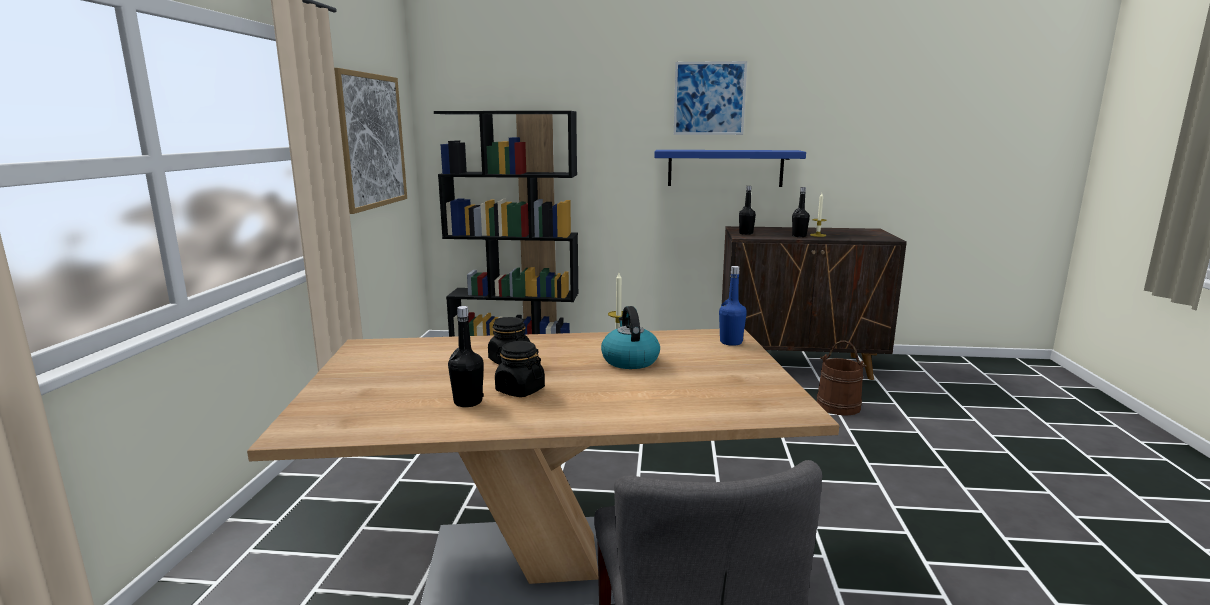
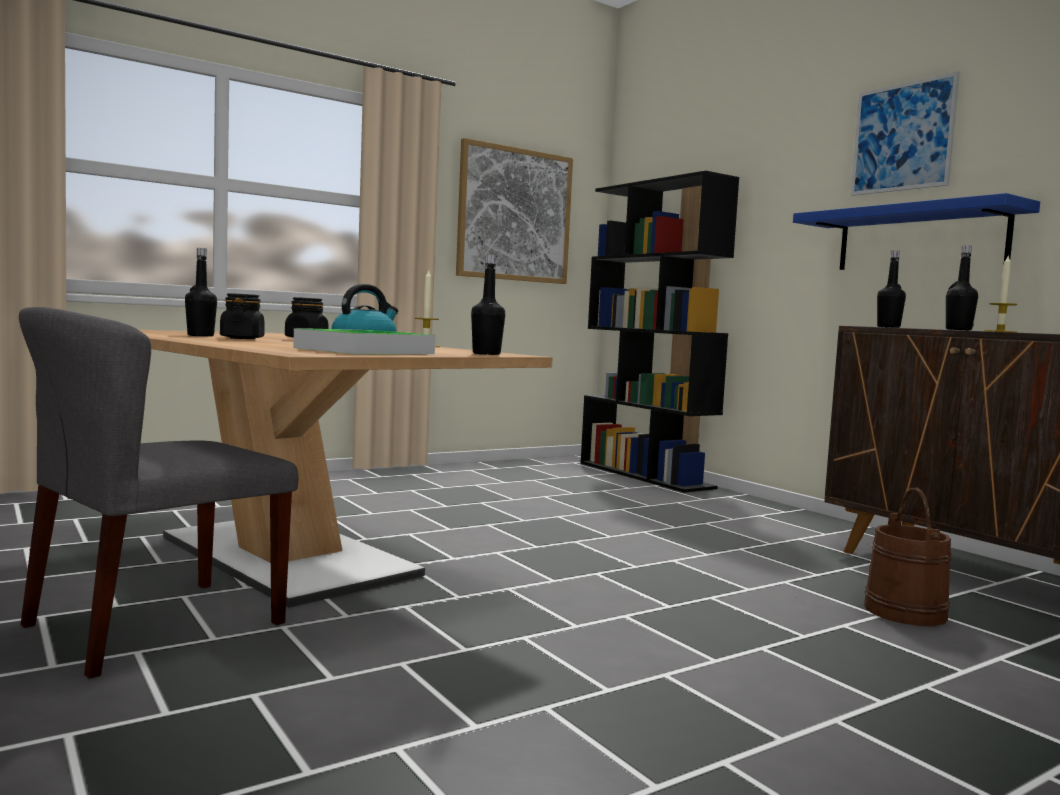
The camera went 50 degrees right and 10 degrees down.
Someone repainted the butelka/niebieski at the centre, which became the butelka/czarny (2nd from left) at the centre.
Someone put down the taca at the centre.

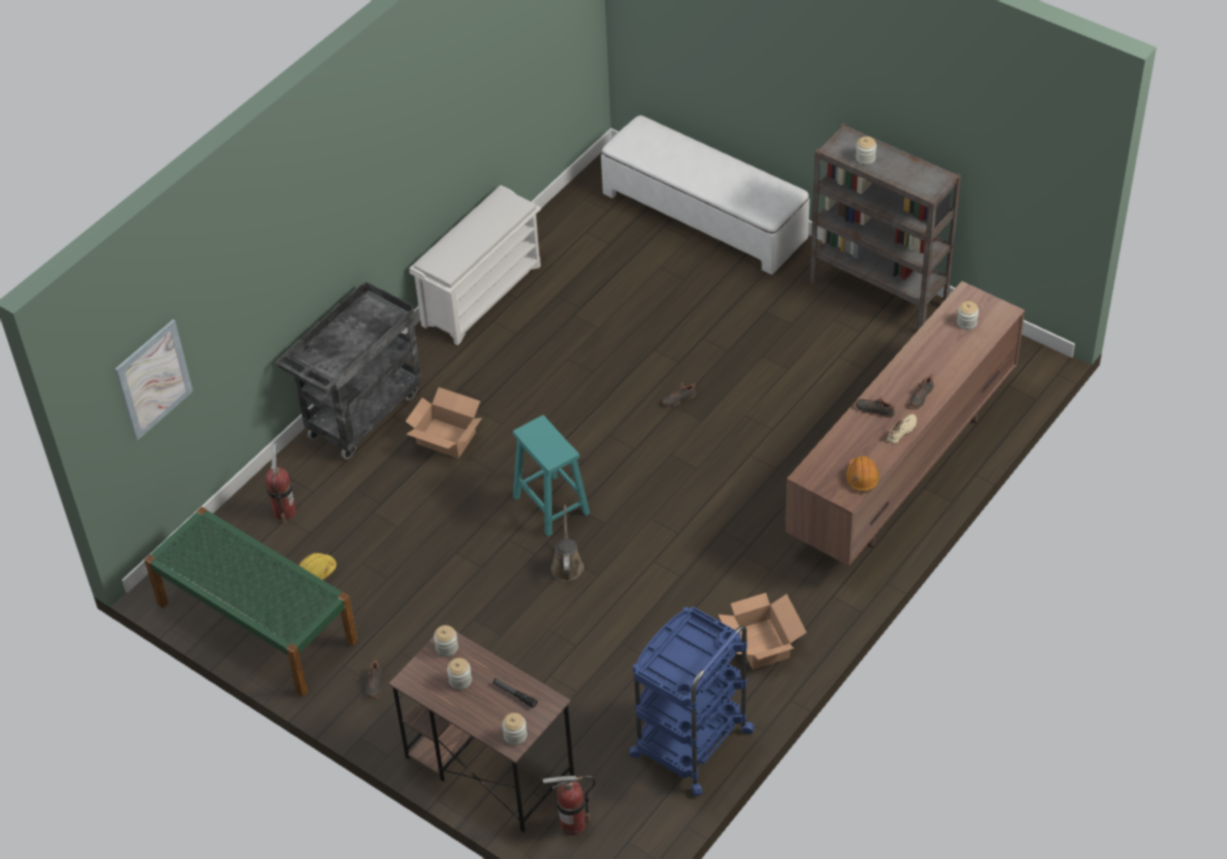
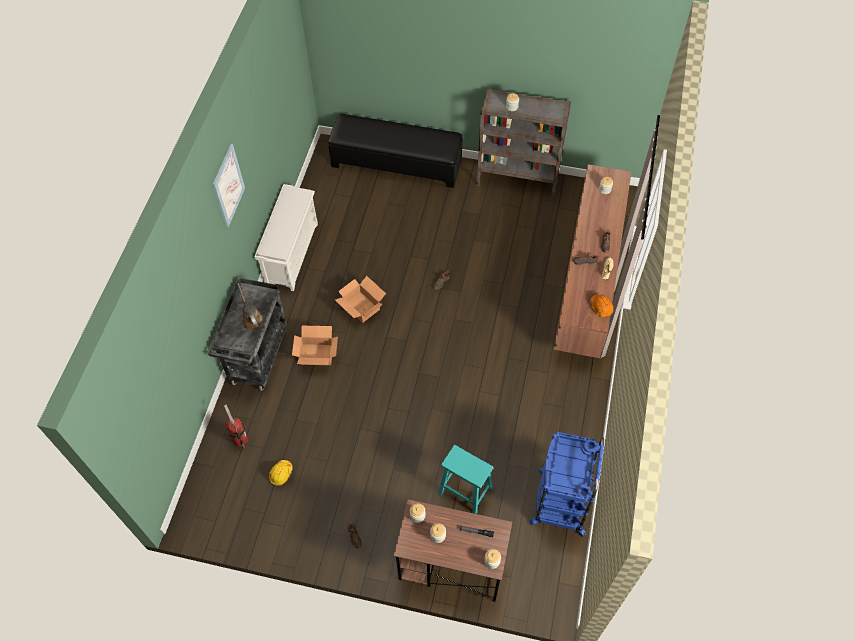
The camera went 25 degrees left and 10 degrees up.
Someone carried the obraz from the middle left to the top left.
Someone took away the ławka/zielony at the bottom left.
Someone carried the stołek/turkusowy from the centre to the bottom centre.
Someone took away the gaśnica (2nd from left) at the bottom centre.
Someone carried the konewka/brązowy from the centre to the middle left.
Someone repainted the ławka/biały at the top centre, which became the ławka/czarny at the top centre.
Someone carried the karton (2nd from left) from the bottom centre to the centre.

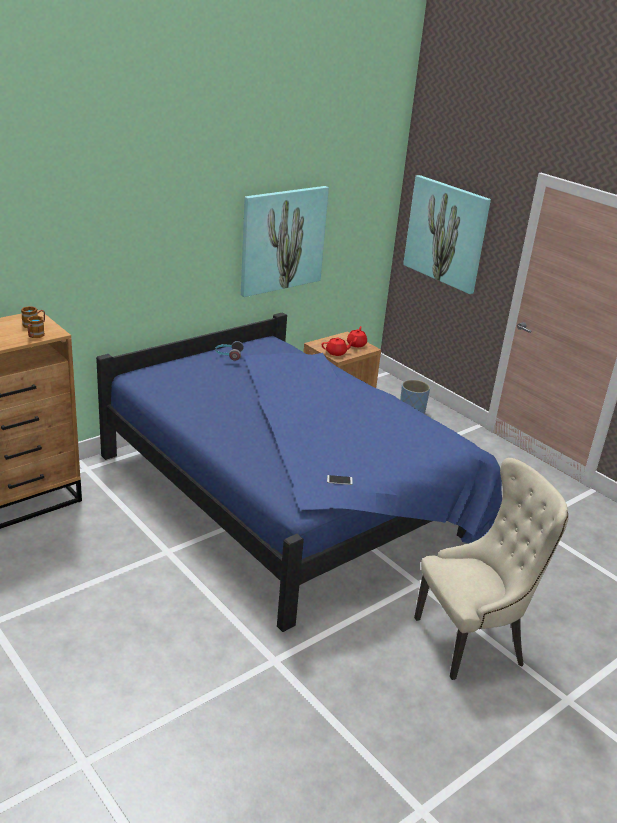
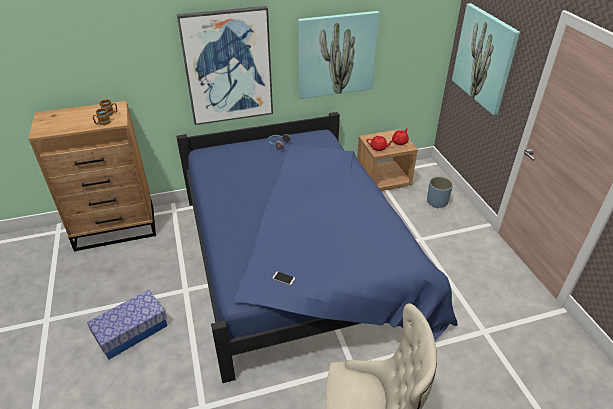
The camera went 25 degrees right and 10 degrees up.
Someone put down the pojemnik do przechowywania at the bottom left.
Someone put up the obraz (1st from left) at the top centre.

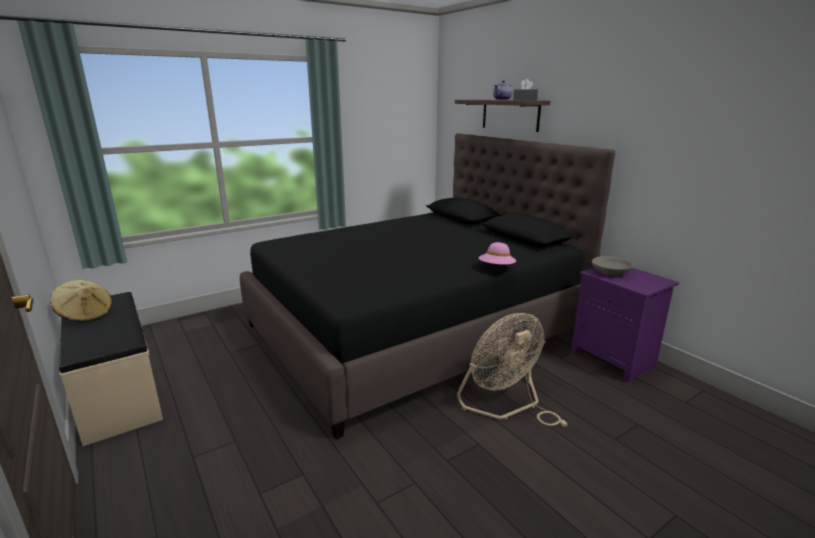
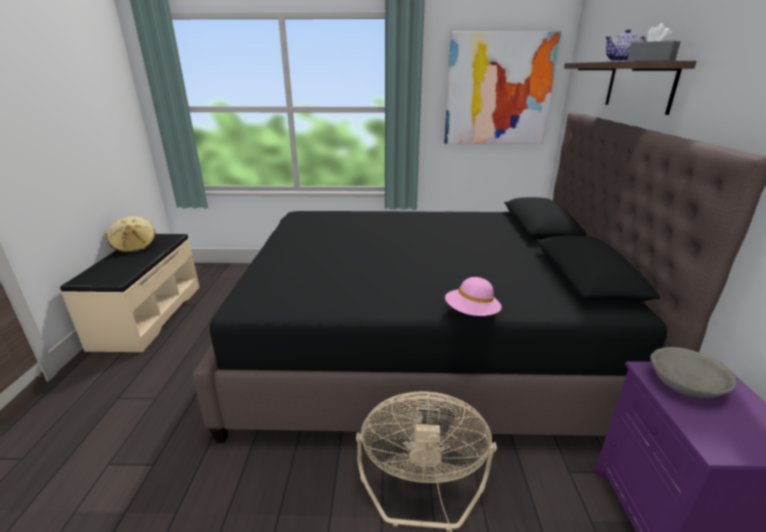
The camera went 35 degrees right and 5 degrees up.
Someone put up the obraz at the top centre.

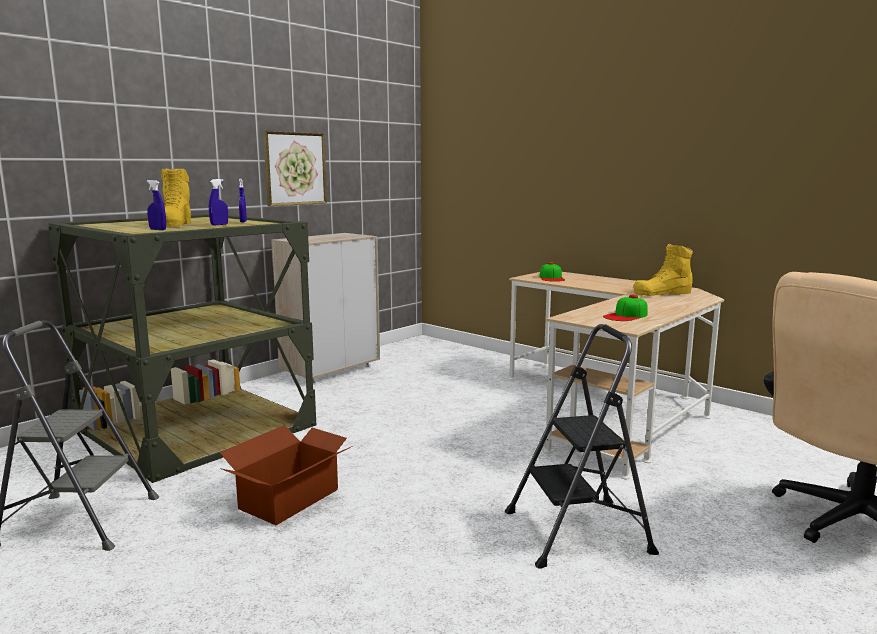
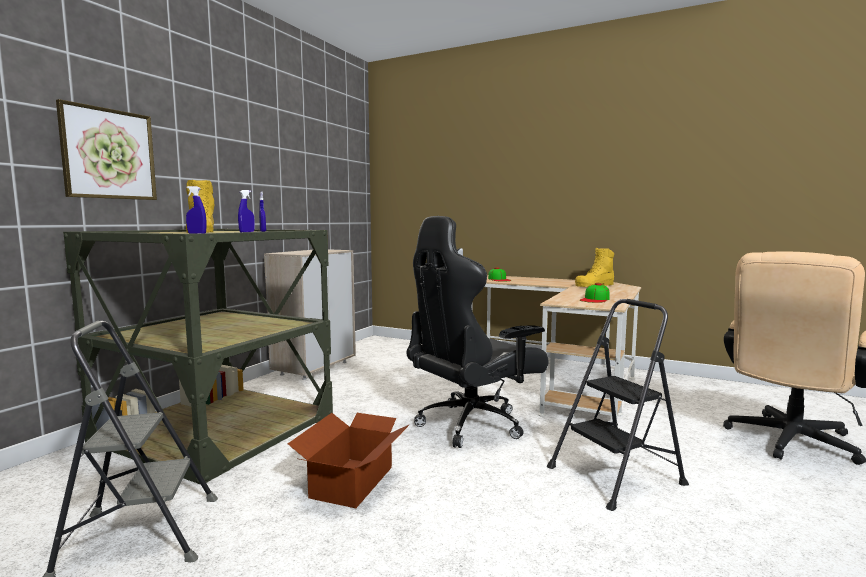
The camera went 15 degrees left and 5 degrees down.
Someone carried the obraz from the top centre to the top left.
Someone put down the krzesło biurowe/czarny at the centre.

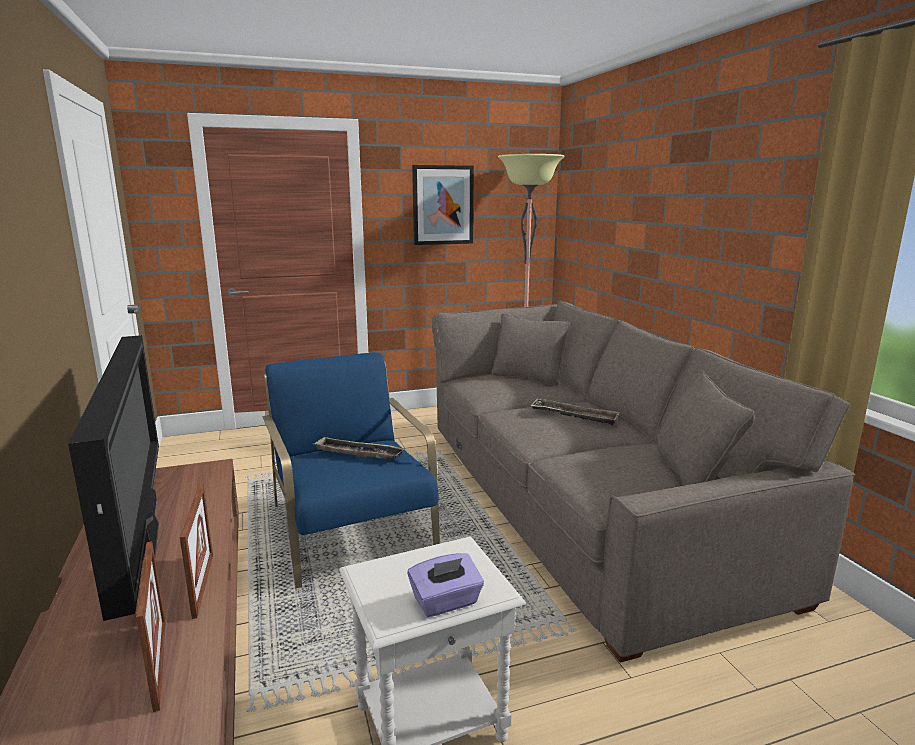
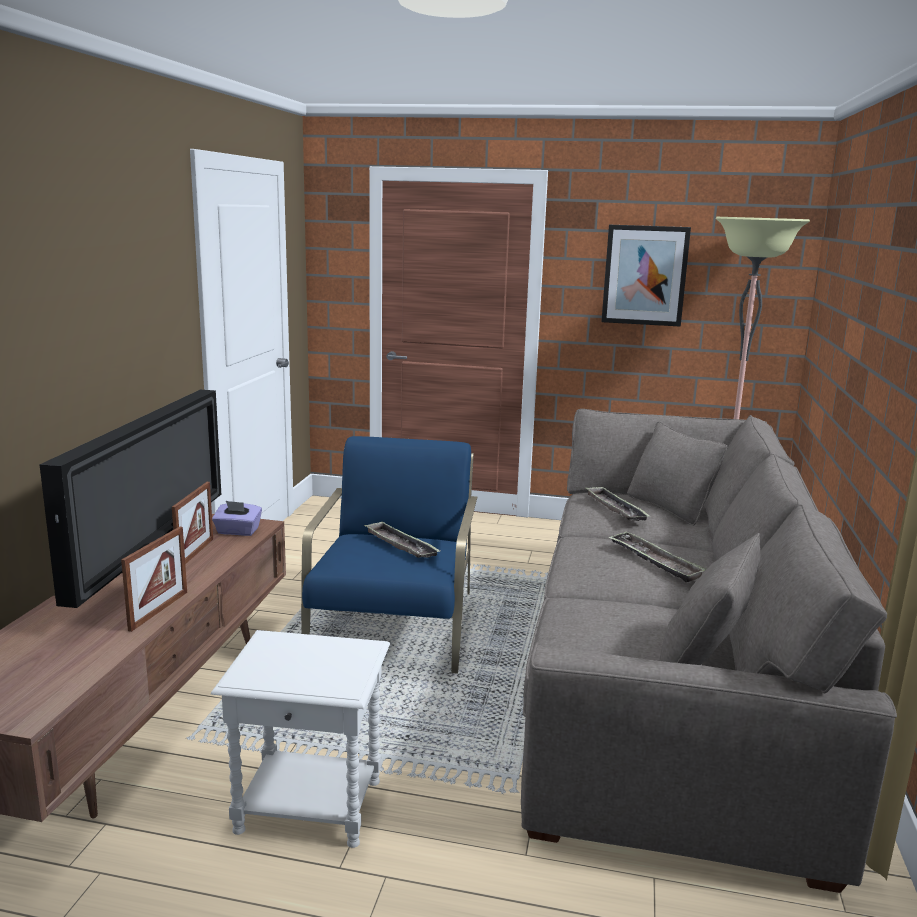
The camera went 30 degrees right and 0 degrees up.
Someone carried the ramka na zdjęcie (1st from left in the first image) from the bottom left to the middle left.
Someone carried the pudełko chusteczek/fioletowy from the bottom centre to the middle left.
Someone put down the taca (2nd from left) at the middle right.

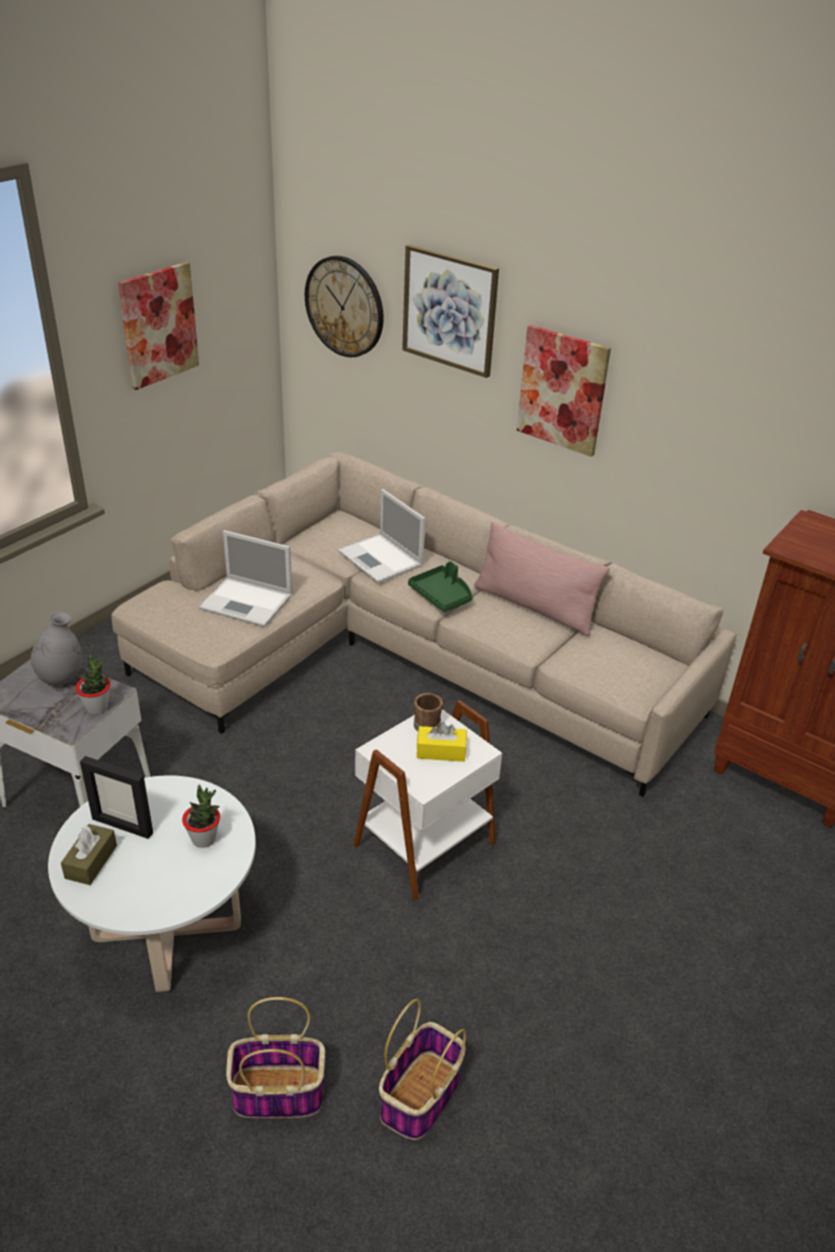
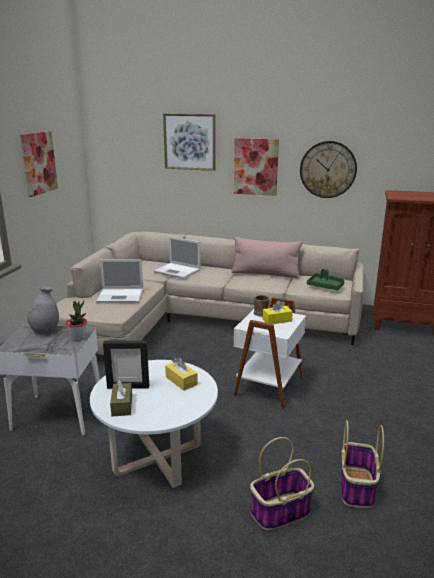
The camera went 20 degrees left and 15 degrees down.
Someone swapped the roślina doniczkowa (2nd from left) at the middle left for the pudełko chusteczek/żółty (1st from left) at the centre.
Someone carried the zegar ścienny from the top centre to the top right.
Someone carried the taca/zielony from the centre to the middle right.

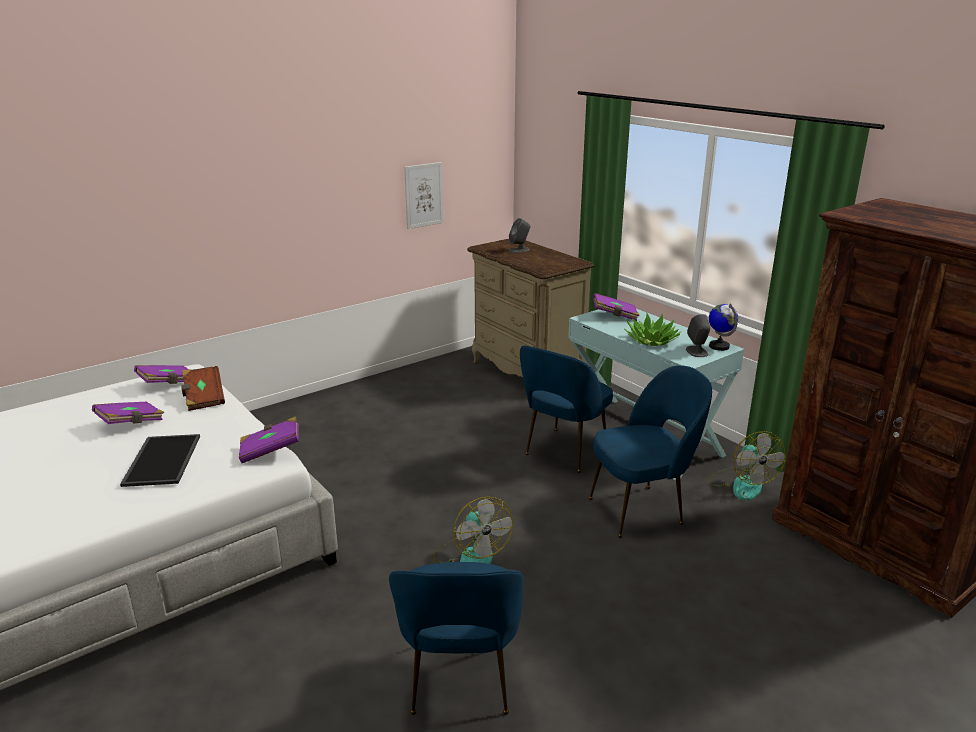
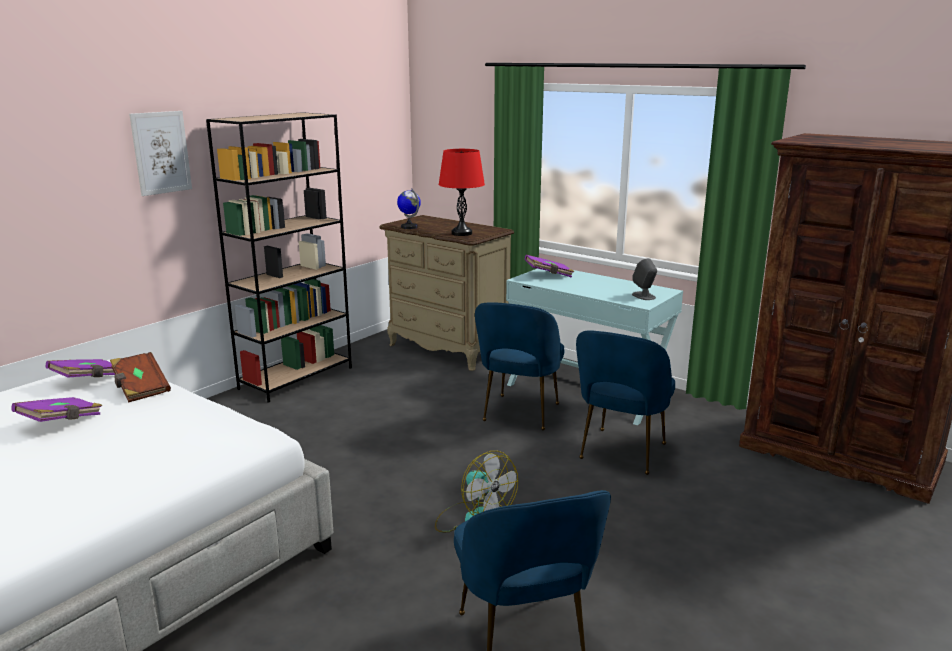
The camera went 15 degrees left and 5 degrees down.
Someone took away the taca at the middle left.
Someone took away the książka/fioletowy (3rd from left) at the middle left.
Someone carried the obraz from the top centre to the top left.
Someone took away the głośnik/szary (1st from left) at the top centre.
Someone rotated the krzesło/niebieski (3rd from left) at the centre by 150 degrees clockwise.
Someone took away the roślina doniczkowa at the middle right.
Someone took away the wentylator (2nd from left) at the middle right.
Someone carried the globus from the middle right to the top centre.
Someone put down the regał/beżowy at the middle left.
Someone put down the lampa stołowa/czerwony at the top centre.

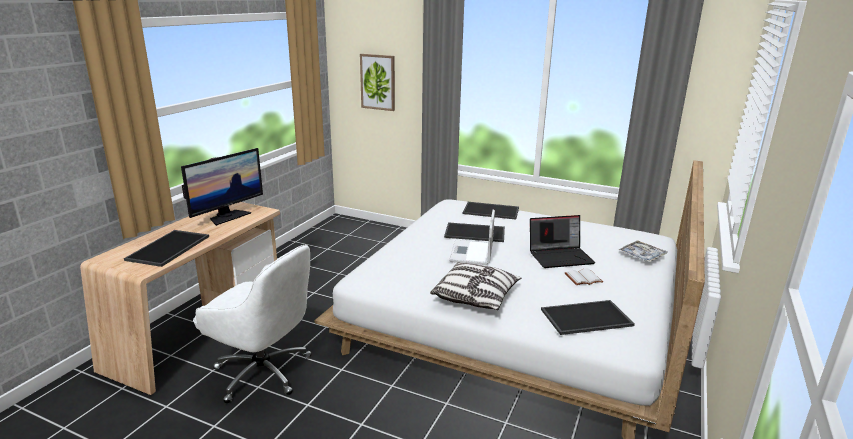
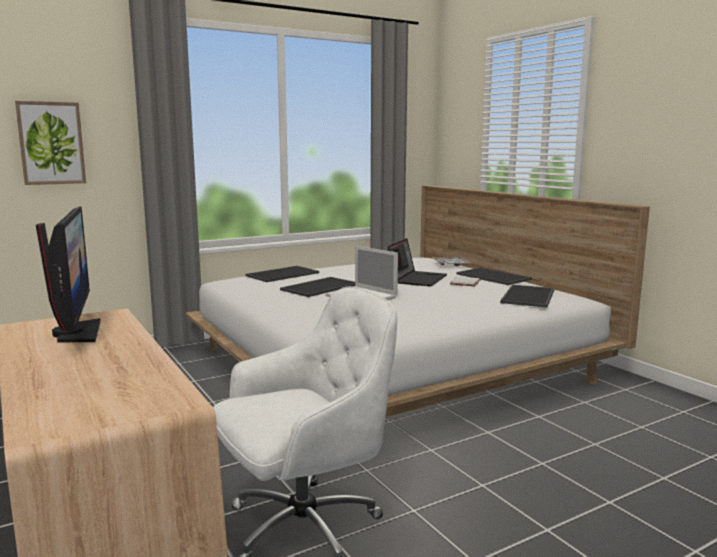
The camera went 55 degrees left and 10 degrees down.
Someone carried the taca (1st from left in the first image) from the middle left to the middle right.
Someone took away the poduszka at the centre.

